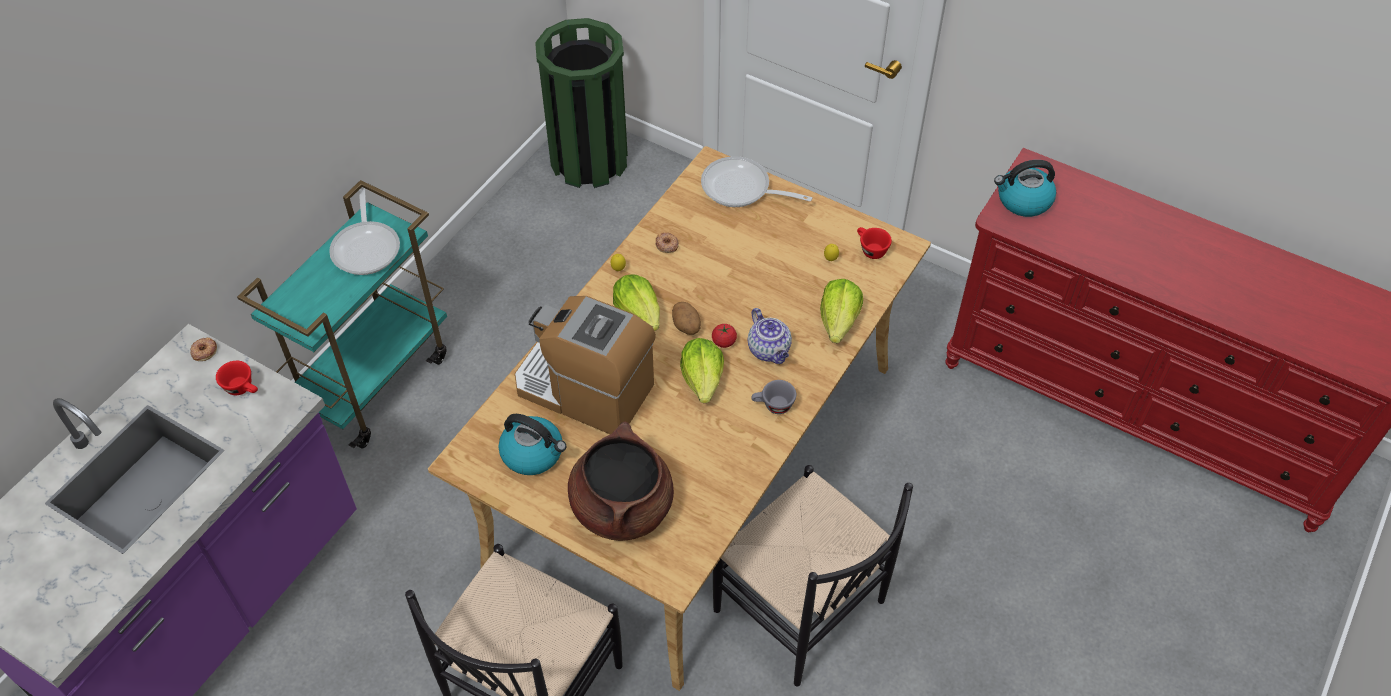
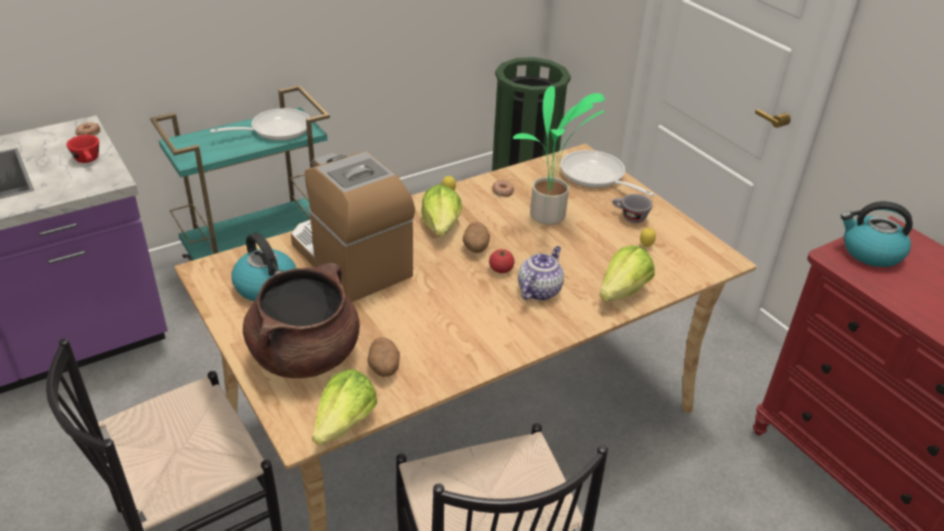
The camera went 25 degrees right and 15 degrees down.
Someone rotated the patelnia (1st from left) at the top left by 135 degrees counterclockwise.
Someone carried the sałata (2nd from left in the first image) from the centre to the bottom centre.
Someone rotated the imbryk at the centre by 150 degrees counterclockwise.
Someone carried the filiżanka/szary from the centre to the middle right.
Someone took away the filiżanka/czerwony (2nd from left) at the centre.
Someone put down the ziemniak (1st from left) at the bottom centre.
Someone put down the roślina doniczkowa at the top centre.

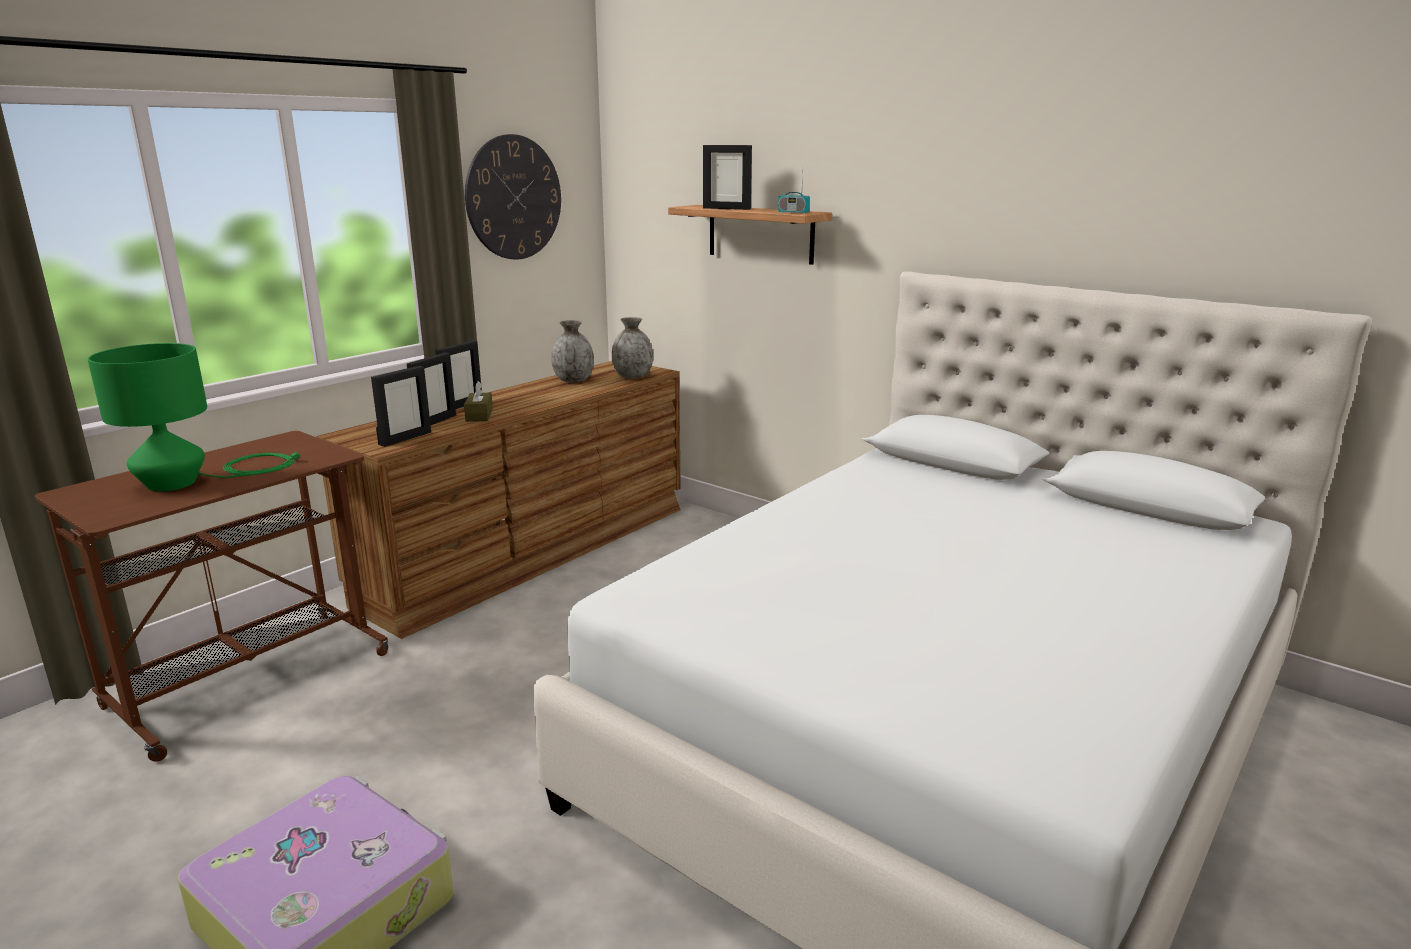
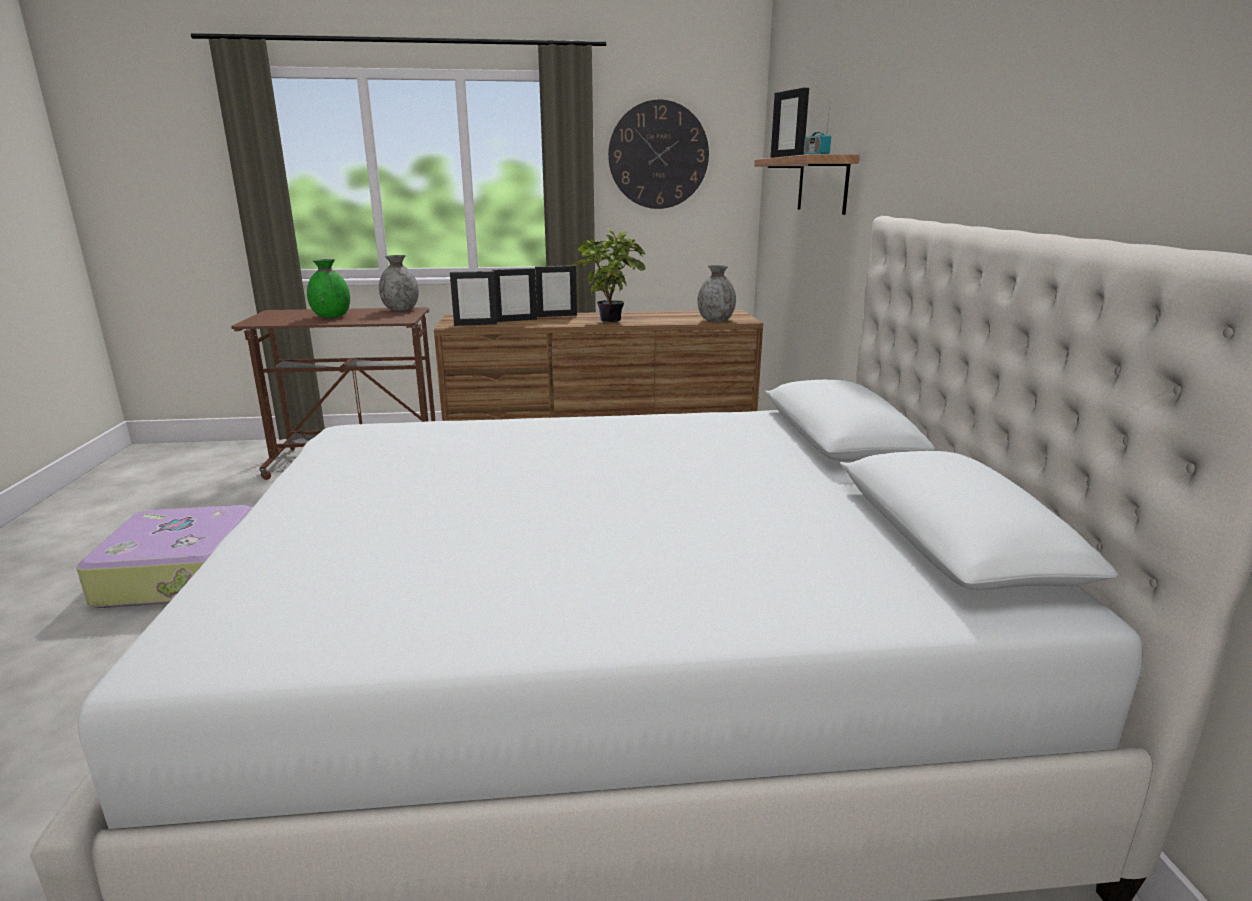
The camera went 45 degrees right and 0 degrees up.
Someone swapped the lampa stołowa/zielony at the middle left for the wazon/zielony at the top left.
Someone took away the pudełko chusteczek/brązowy at the centre.
Someone carried the wazon/szary (1st from left) from the centre to the top left.
Someone put down the roślina doniczkowa at the top centre.

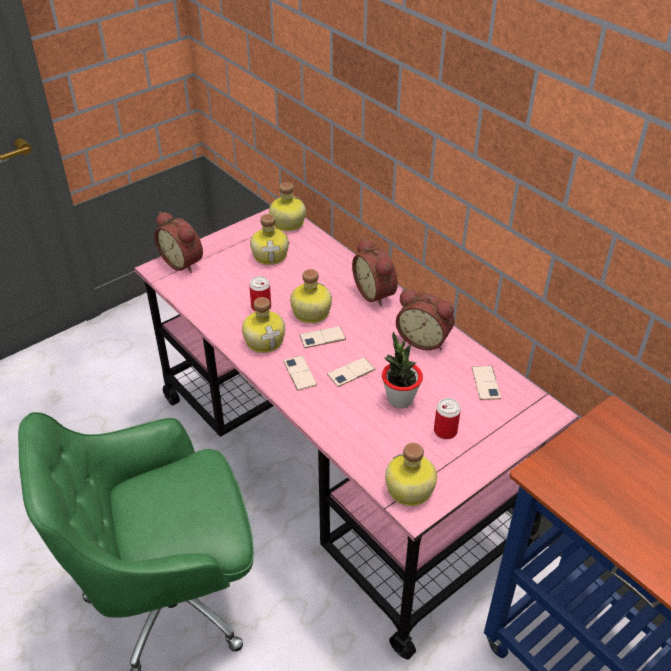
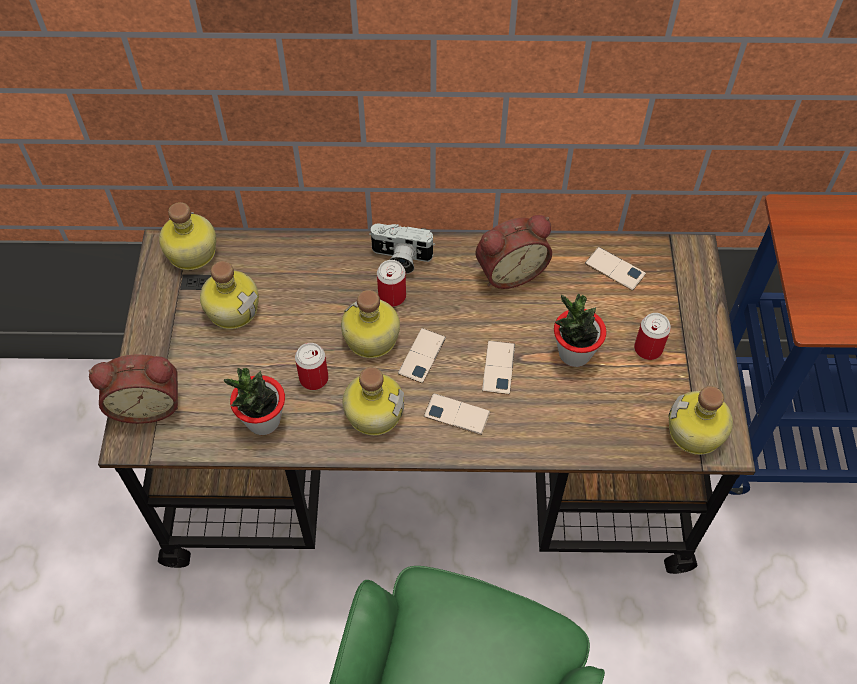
The camera went 50 degrees left and 15 degrees up.
Someone repainted the biurko/różowy at the centre, which became the biurko/brązowy at the centre.
Someone swapped the budzik (2nd from left) at the centre for the aparat fotograficzny at the centre.
Someone put down the roślina doniczkowa (1st from left) at the middle left.
Someone put down the puszka (2nd from left) at the centre.

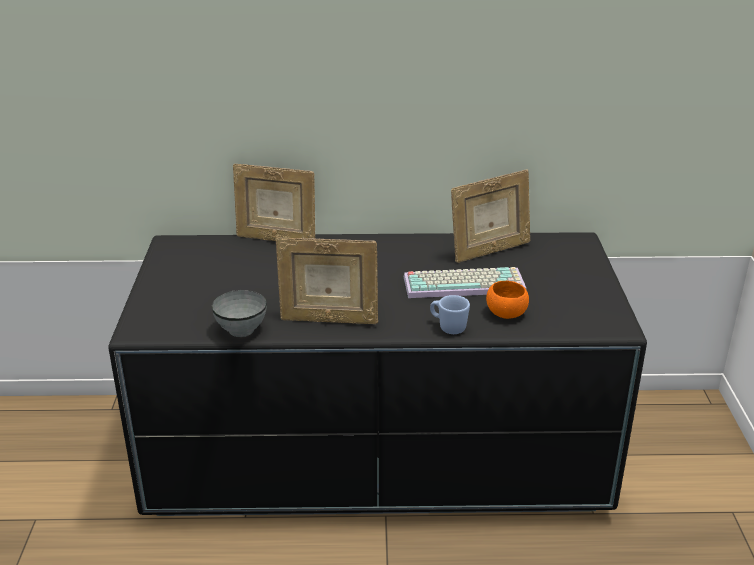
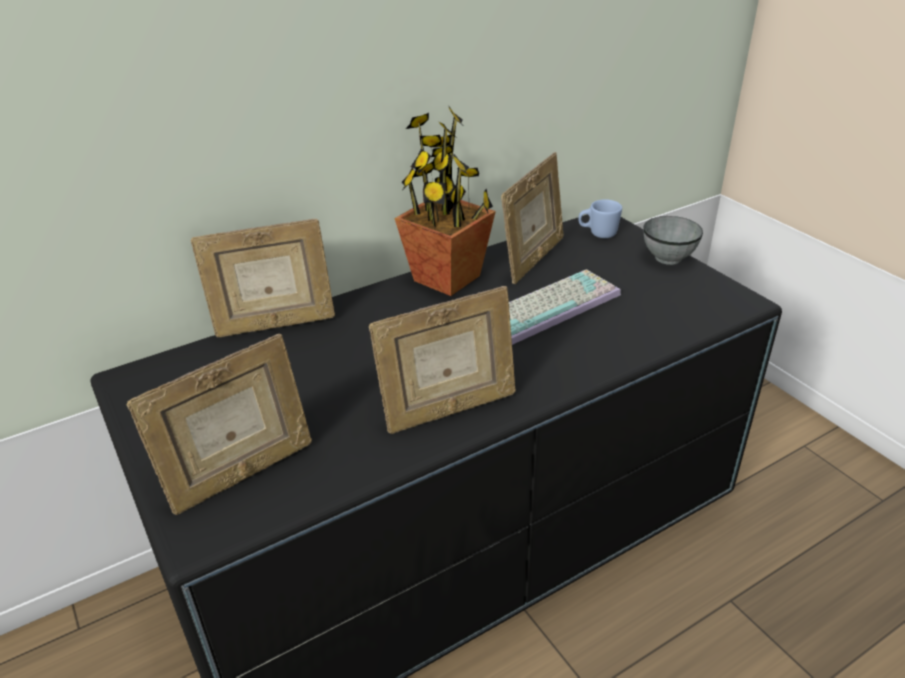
The camera went 30 degrees left and 5 degrees up.
Someone carried the miska/szary from the middle left to the middle right.
Someone carried the kubek/niebieski from the centre to the top centre.
Someone took away the miska/pomarańczowy at the middle right.
Someone put down the ramka na zdjęcie (1st from left) at the middle left.
Someone put down the roślina doniczkowa at the top centre.

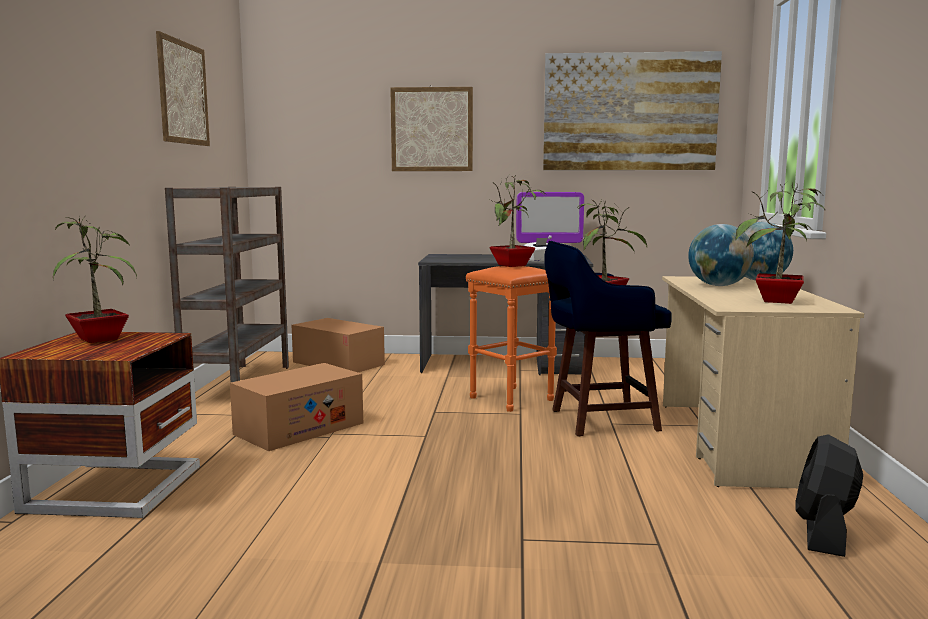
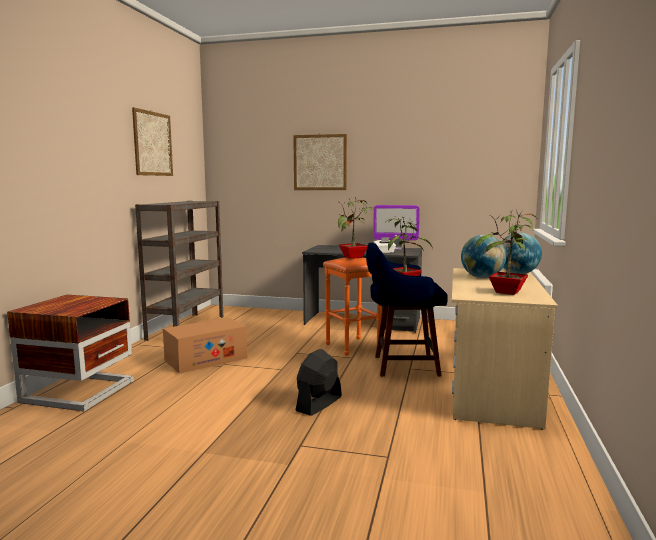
The camera went 10 degrees right and 0 degrees up.
Someone took away the roślina doniczkowa (1st from left) at the middle left.
Someone took away the karton (2nd from left) at the centre.
Someone took away the obraz (3rd from left) at the top right.
Someone carried the wentylator/czarny from the bottom right to the bottom centre.

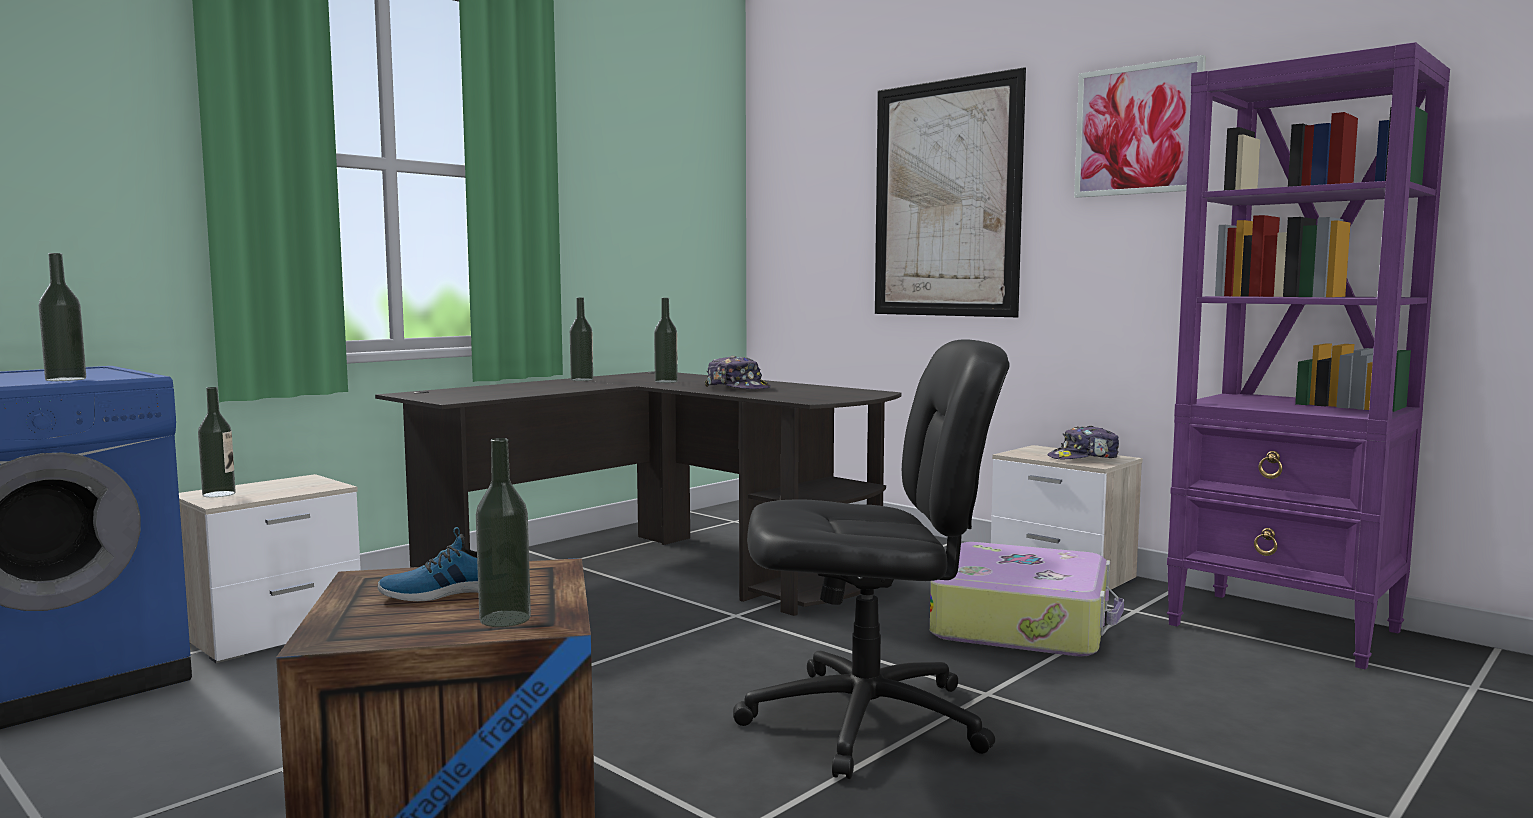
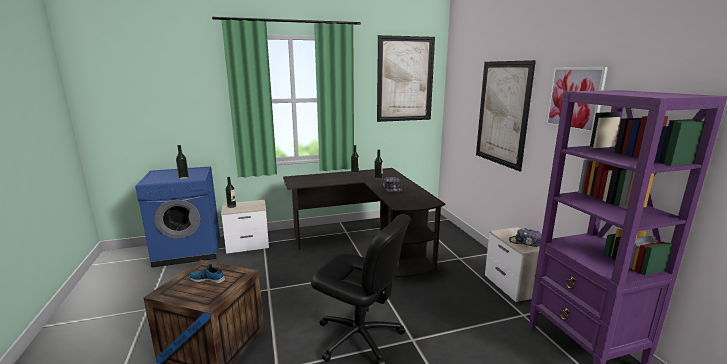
The camera went 30 degrees right and 10 degrees up.
Someone took away the butelka (3rd from left) at the middle left.
Someone took away the walizka at the bottom right.
Someone put up the obraz (1st from left) at the top centre.

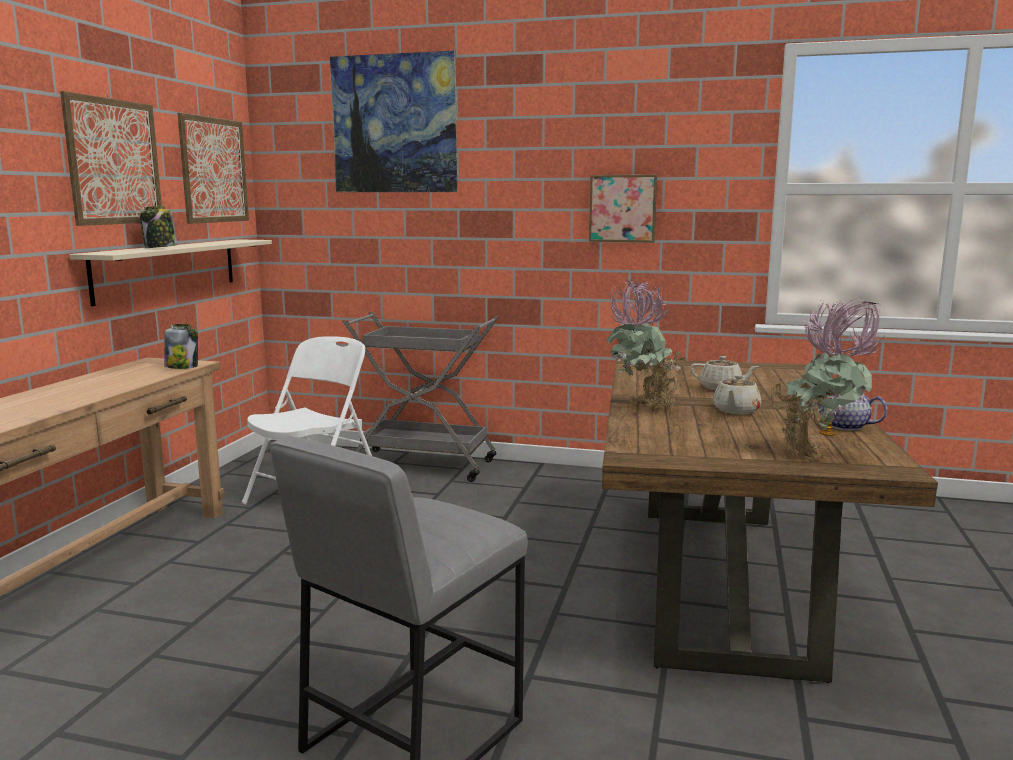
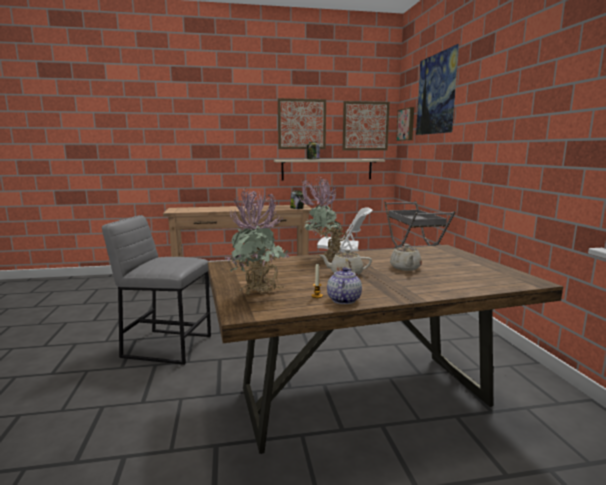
The camera went 65 degrees right and 0 degrees up.
Someone carried the obraz (4th from left in the first image) from the top centre to the top right.

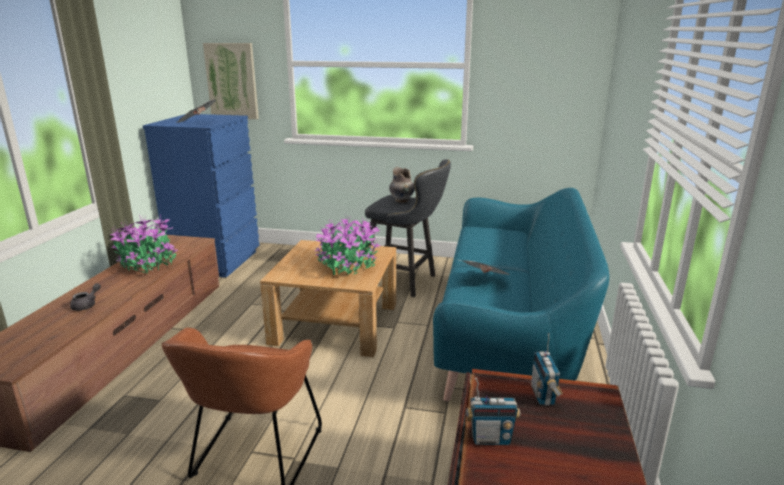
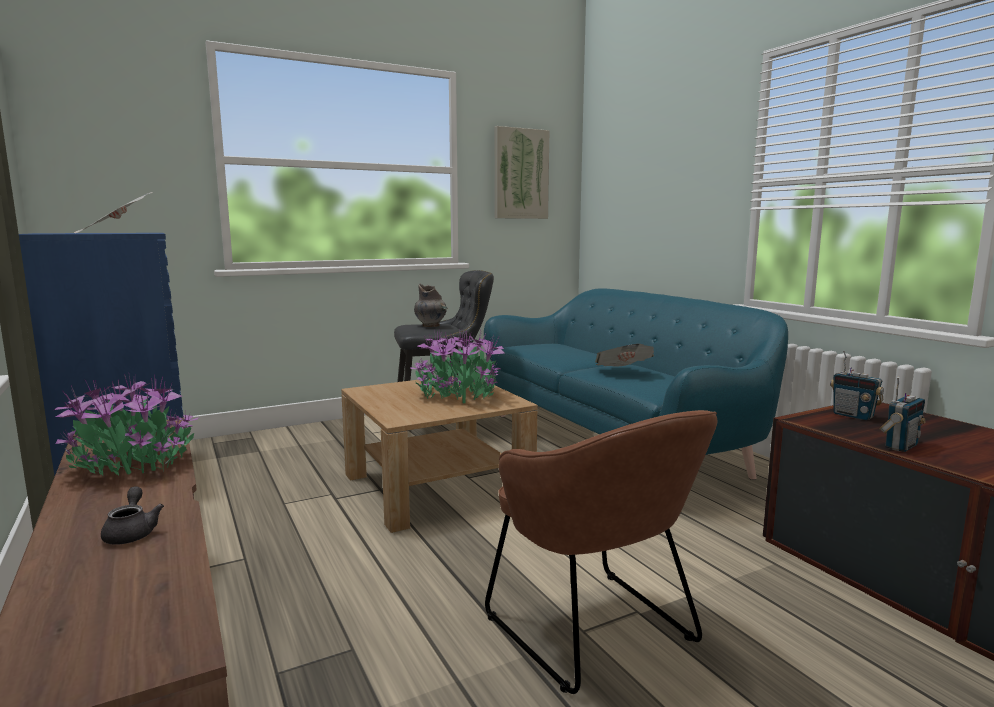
The camera went 40 degrees left and 10 degrees down.
Someone carried the obraz from the top left to the top centre.

